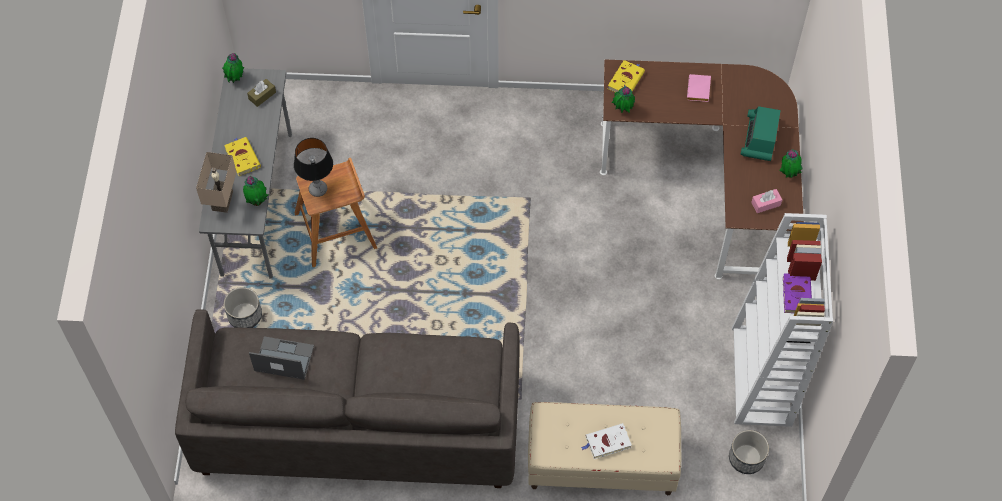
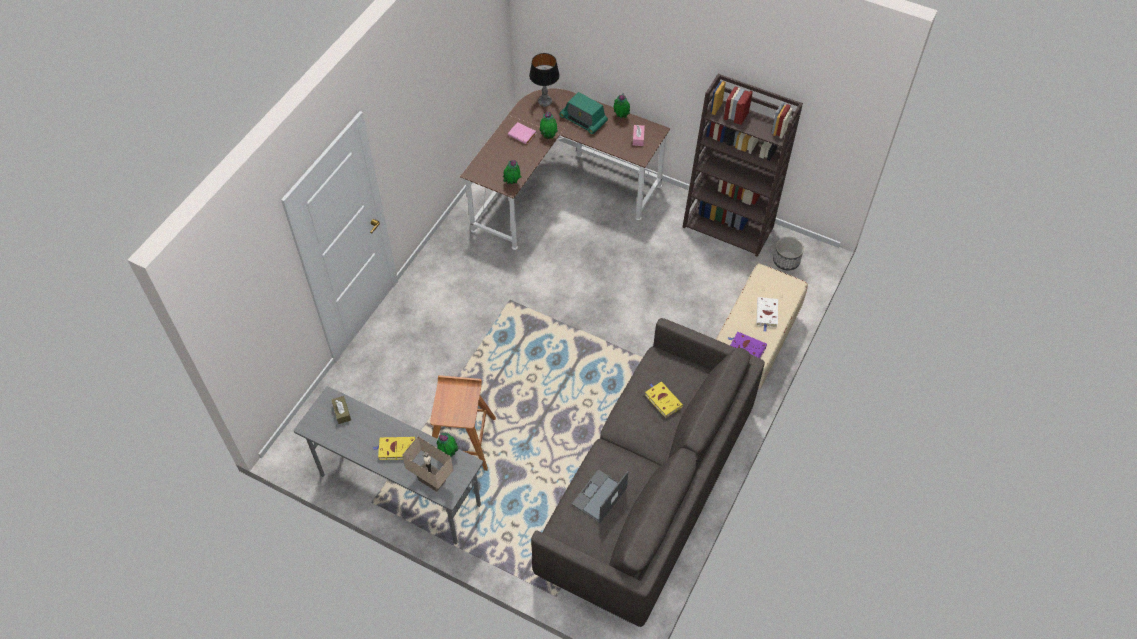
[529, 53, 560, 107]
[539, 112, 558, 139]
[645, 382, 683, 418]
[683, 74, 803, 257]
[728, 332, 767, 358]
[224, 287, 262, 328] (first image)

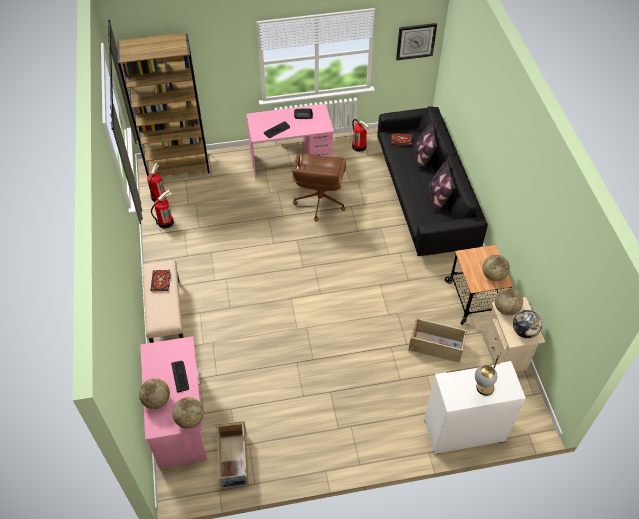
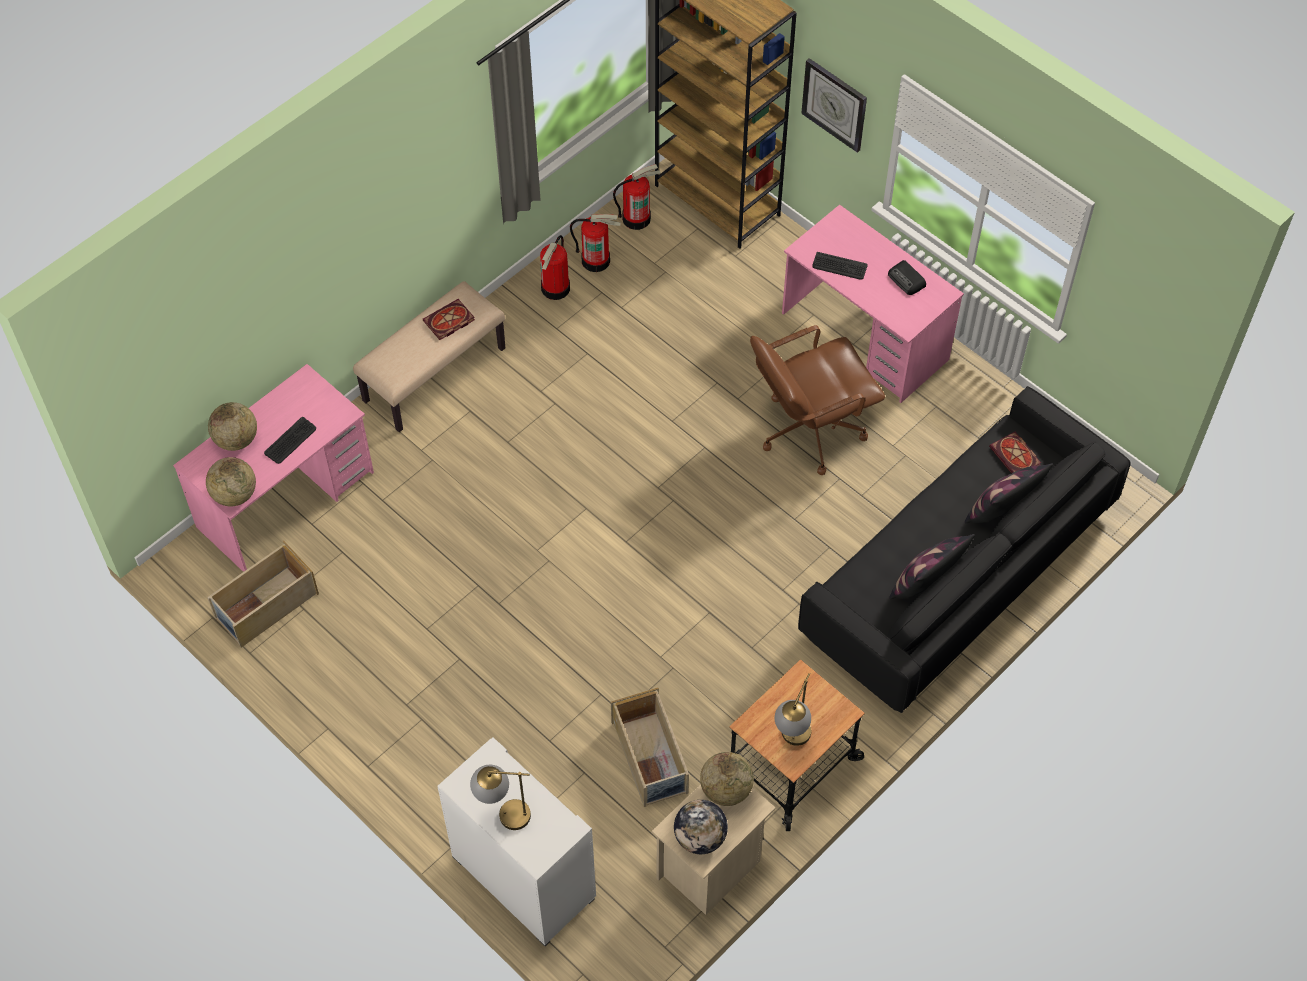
[540, 235, 570, 300]
[775, 673, 811, 746]
[801, 58, 867, 153]

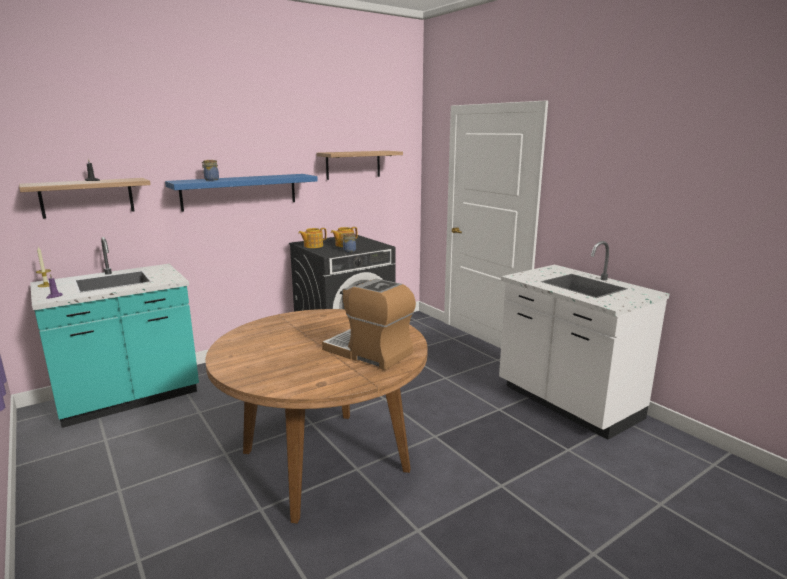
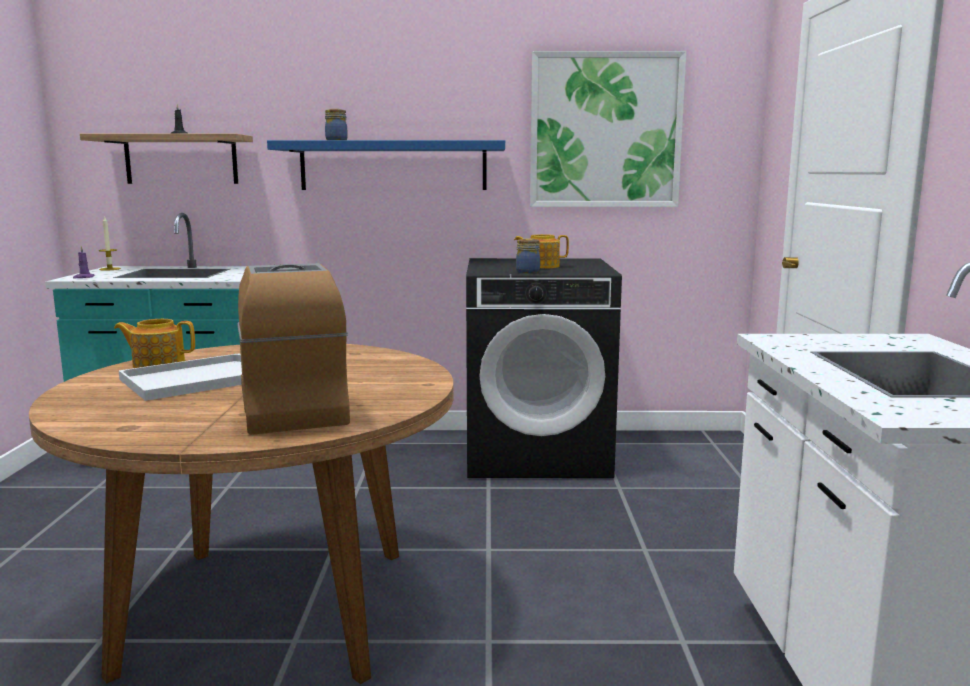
[114, 319, 195, 368]
[119, 353, 242, 401]
[530, 51, 686, 207]

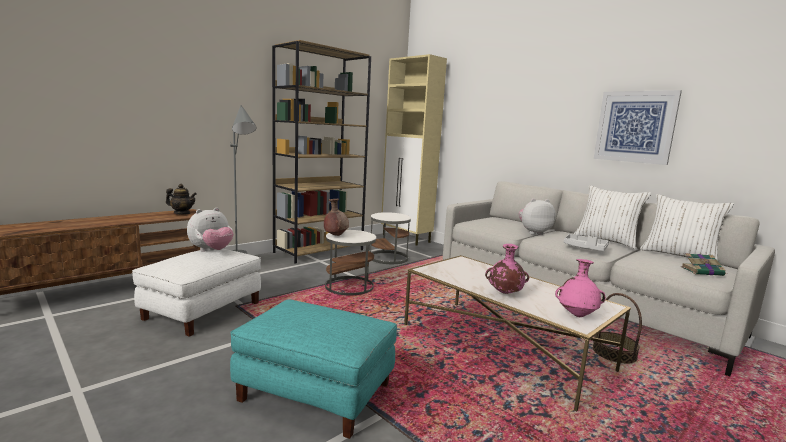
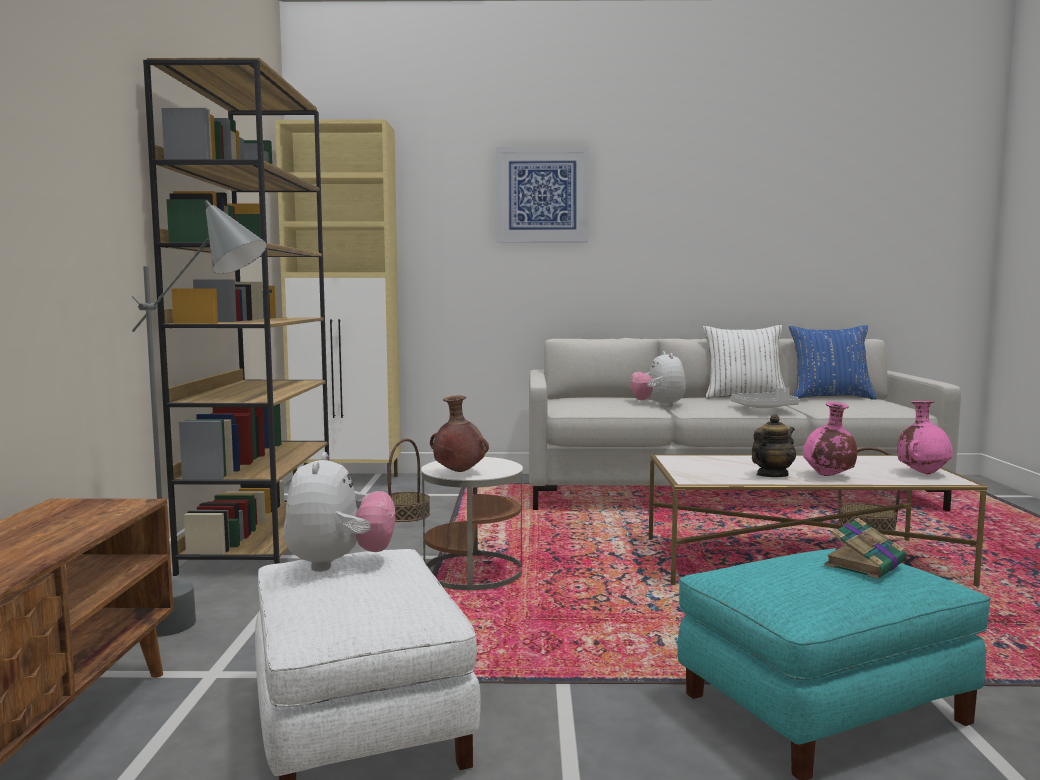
[388, 438, 430, 522]
[496, 147, 589, 242]
[630, 351, 686, 407]
[752, 414, 796, 477]
[789, 325, 877, 400]
[824, 518, 906, 579]

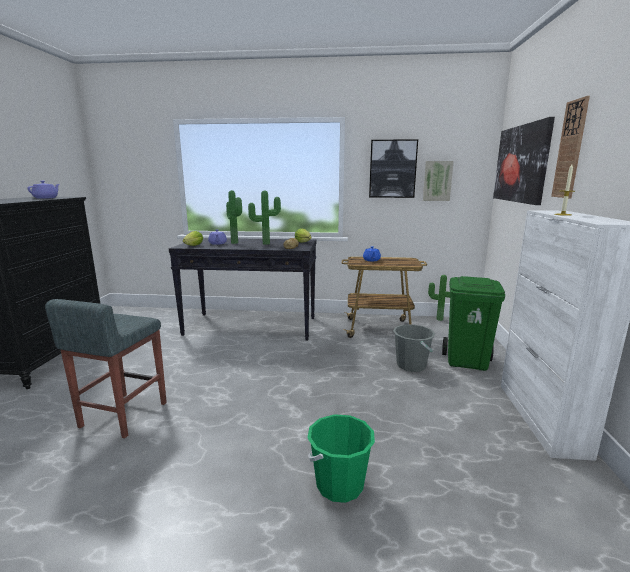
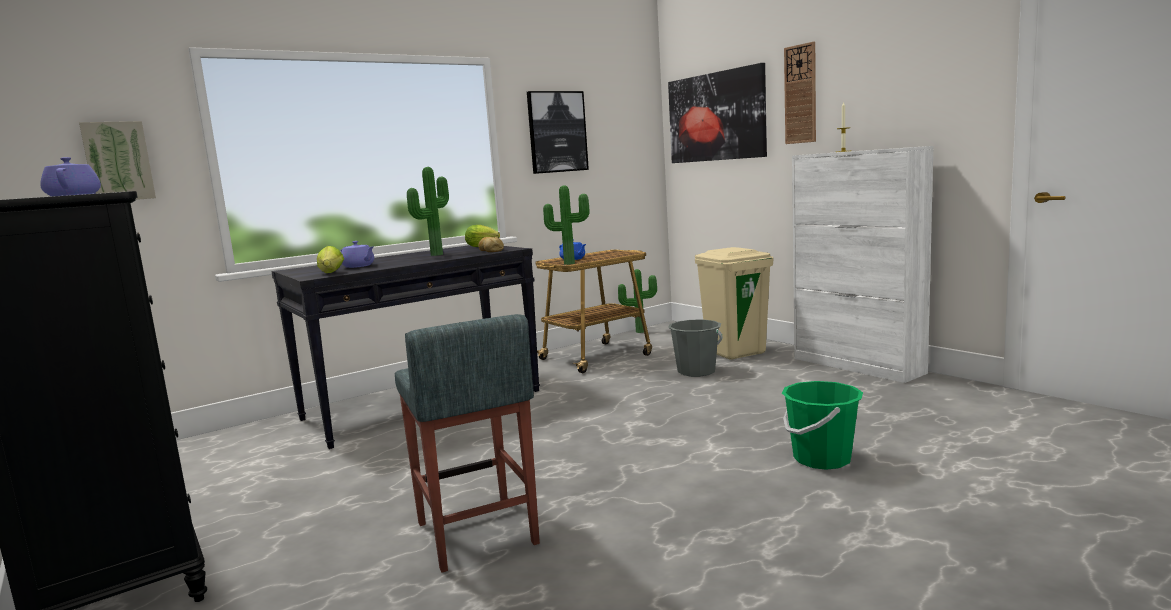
[79, 121, 156, 200]
[543, 185, 590, 265]
[695, 247, 774, 360]

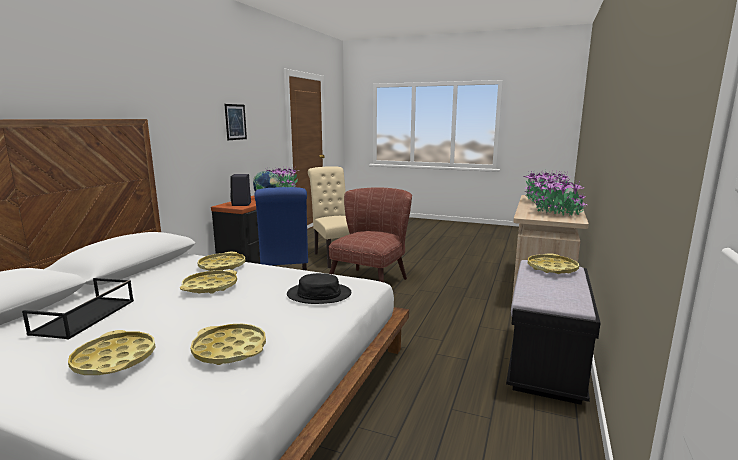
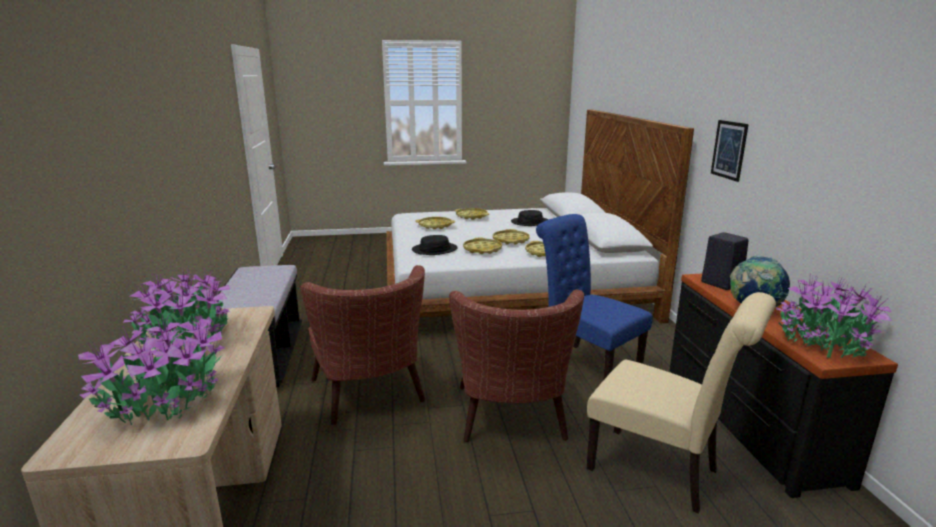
[301, 265, 425, 425]
[463, 238, 502, 254]
[511, 210, 548, 226]
[711, 120, 749, 182]

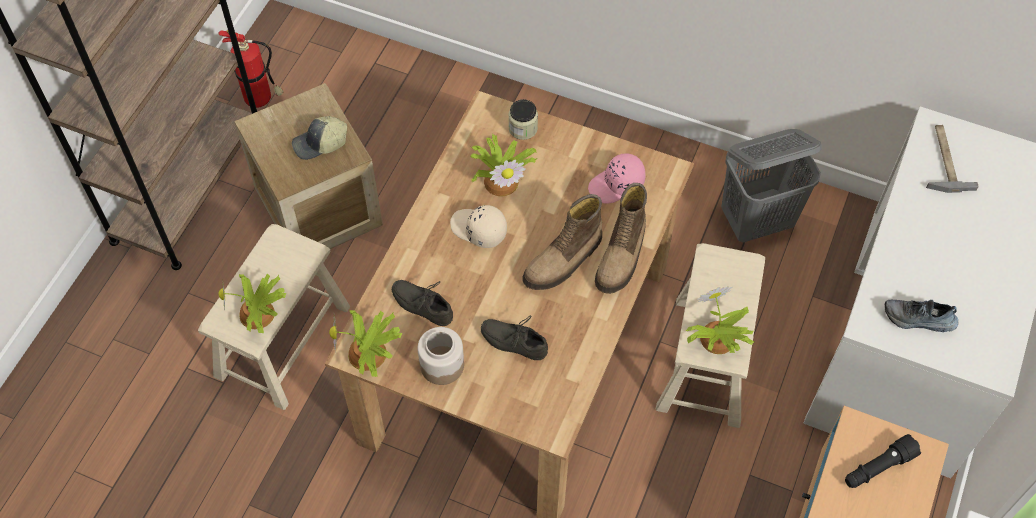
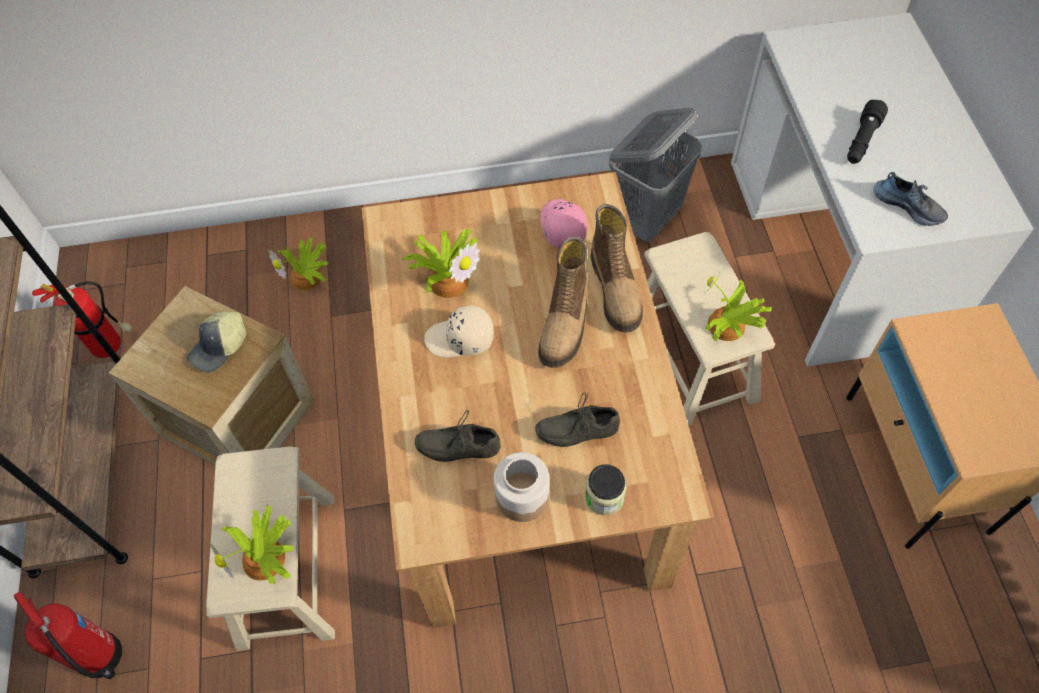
[14, 591, 122, 679]
[268, 237, 329, 291]
[540, 199, 587, 248]
[585, 464, 627, 515]
[847, 99, 888, 164]
[874, 172, 948, 226]
[926, 125, 978, 193] (first image)

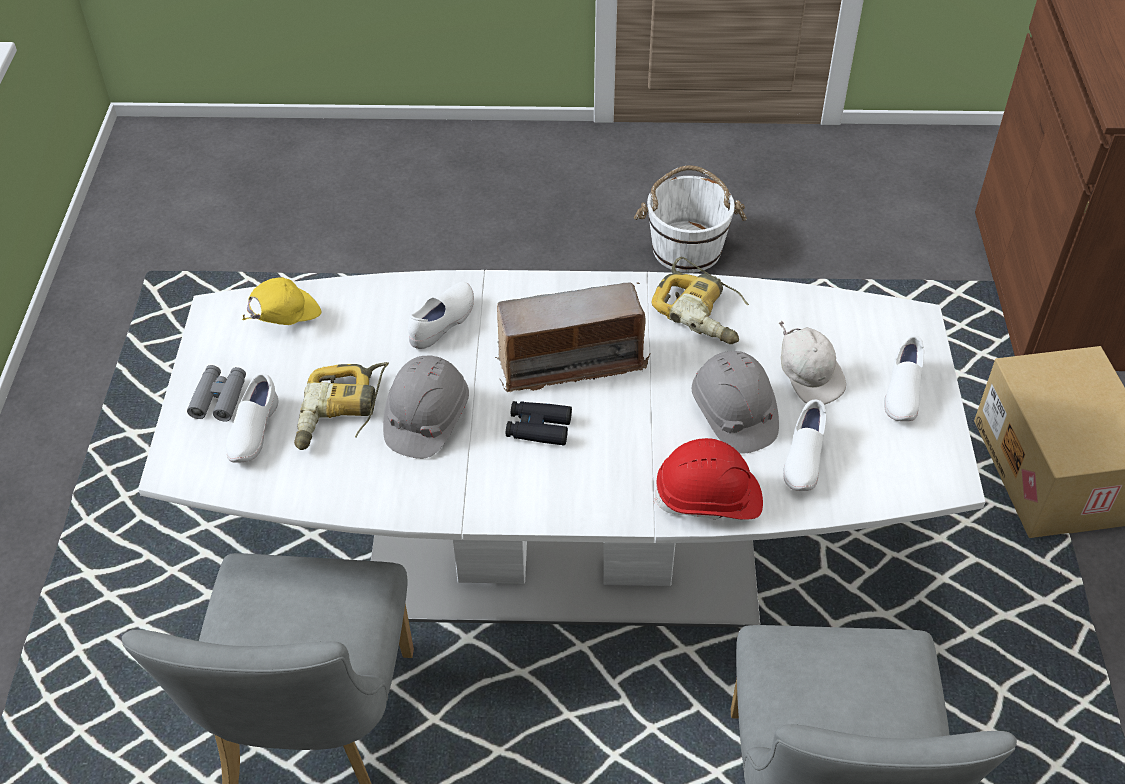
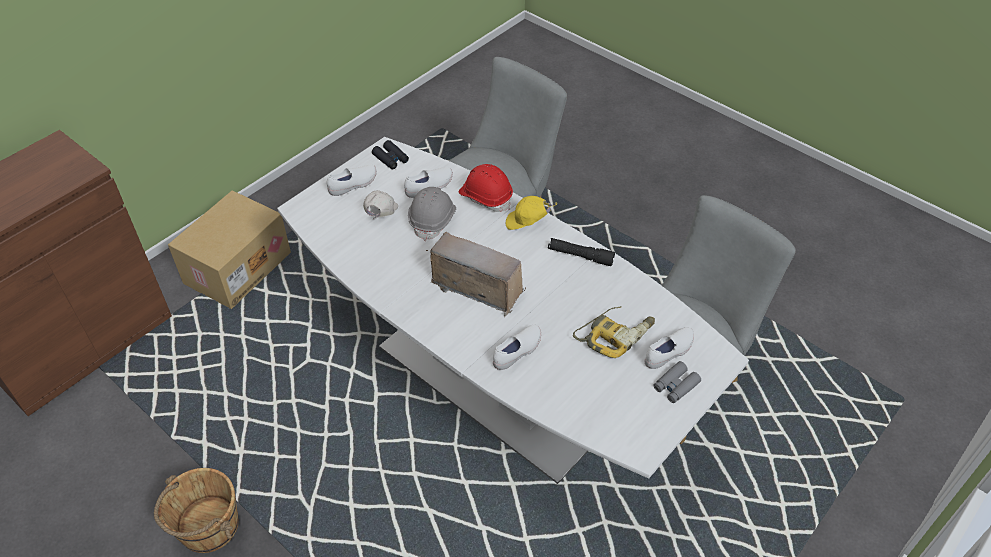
[154, 468, 239, 553]
[372, 140, 409, 169]
[493, 325, 541, 370]
[506, 196, 557, 230]
[548, 238, 615, 266]
[383, 356, 469, 459] (first image)
[652, 257, 749, 344] (first image)

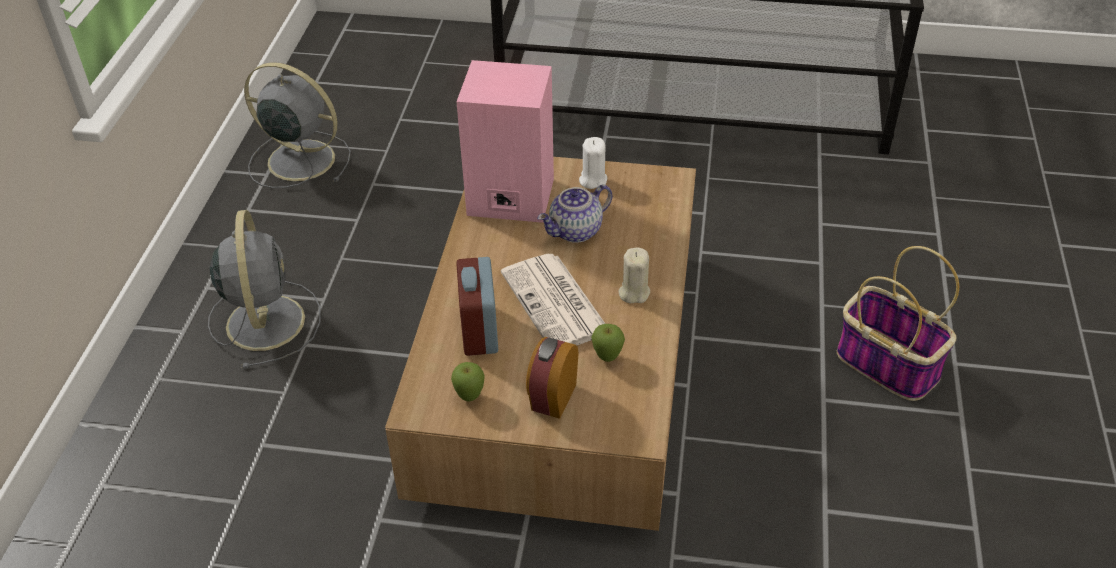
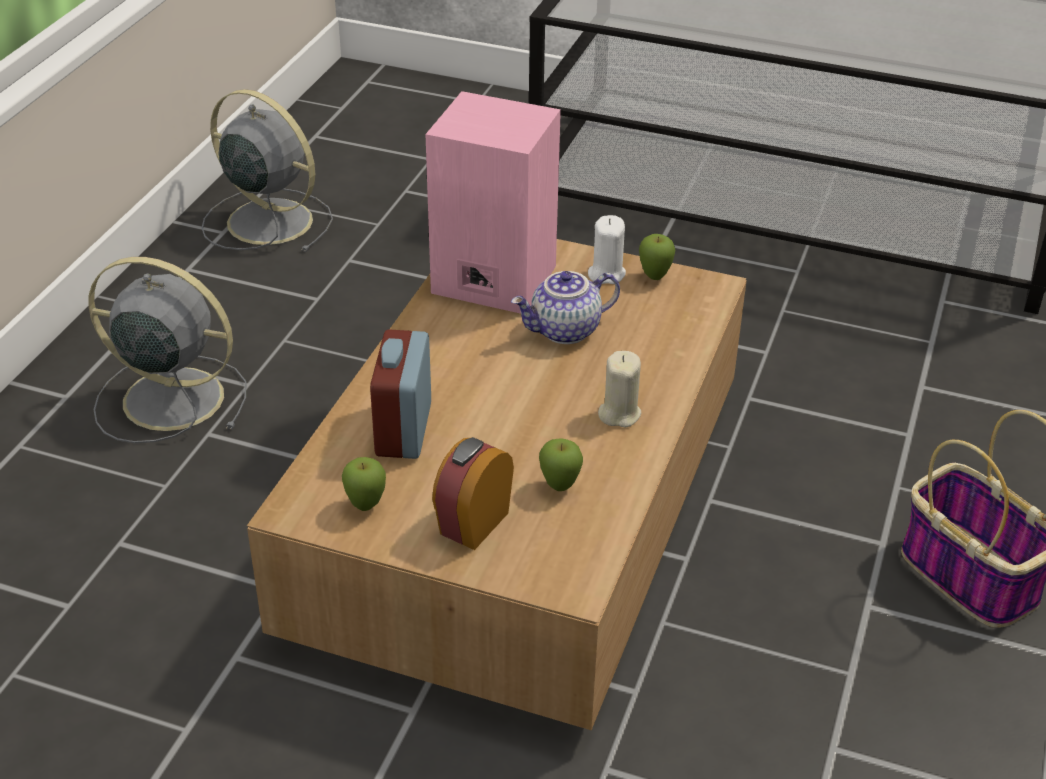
[88, 257, 247, 443]
[639, 234, 675, 280]
[501, 254, 605, 346] (first image)

